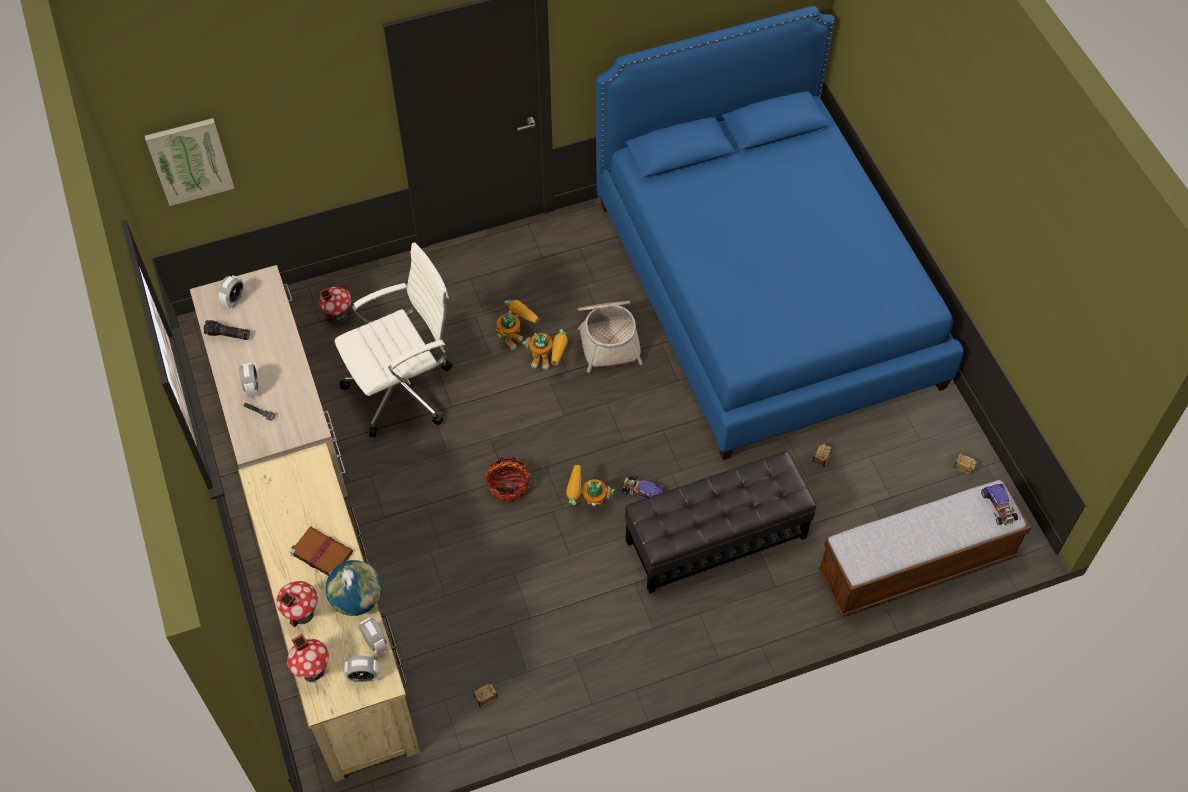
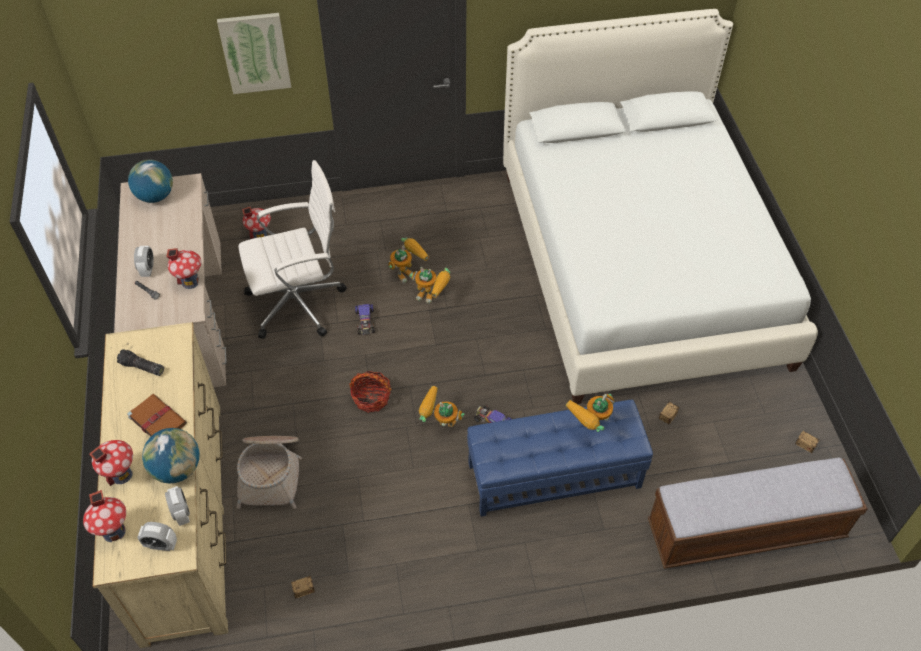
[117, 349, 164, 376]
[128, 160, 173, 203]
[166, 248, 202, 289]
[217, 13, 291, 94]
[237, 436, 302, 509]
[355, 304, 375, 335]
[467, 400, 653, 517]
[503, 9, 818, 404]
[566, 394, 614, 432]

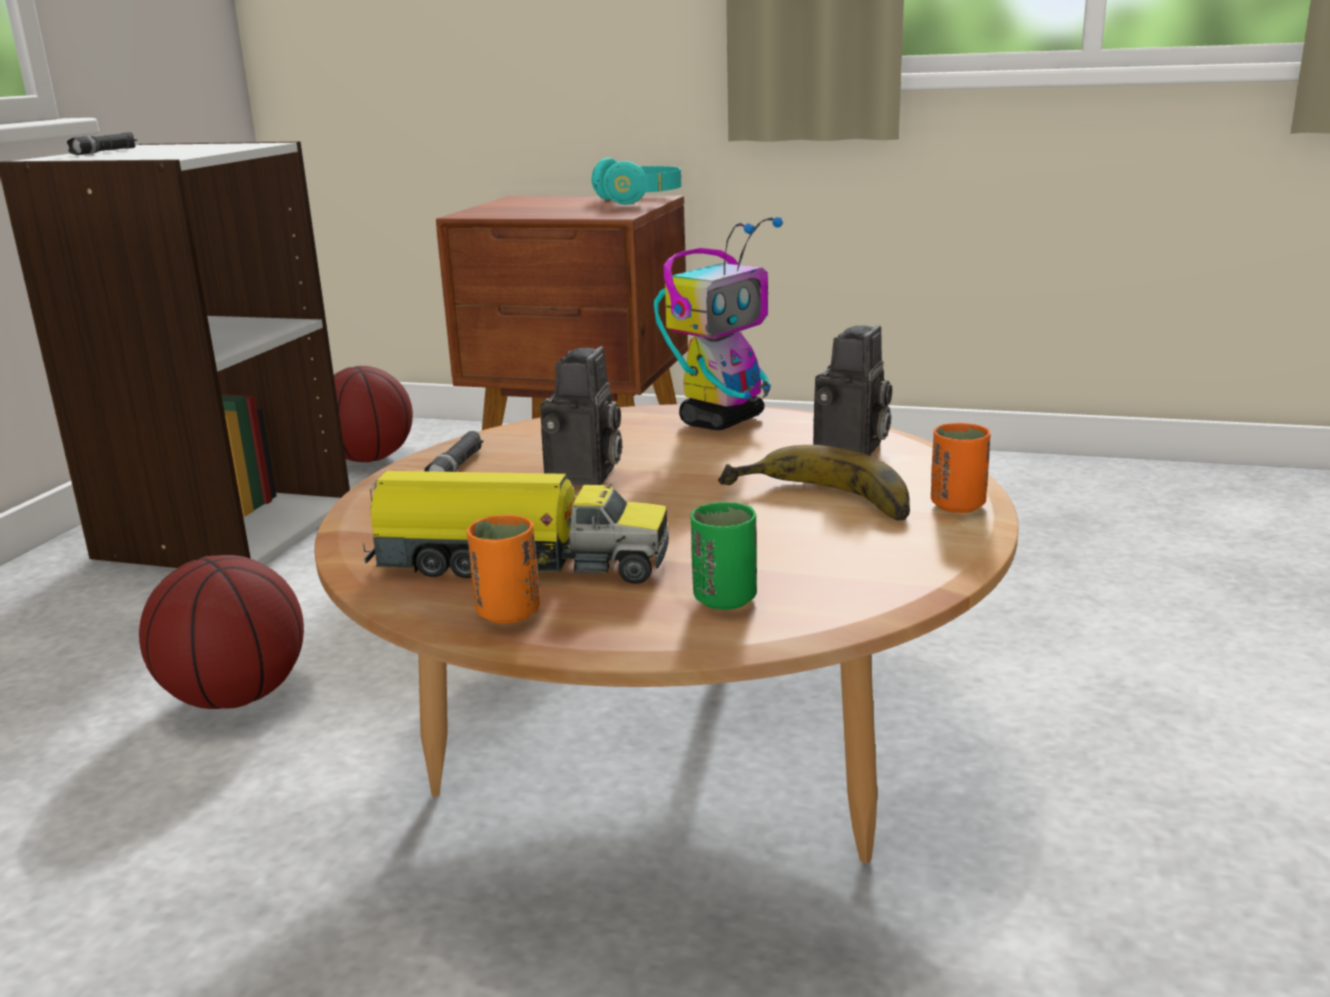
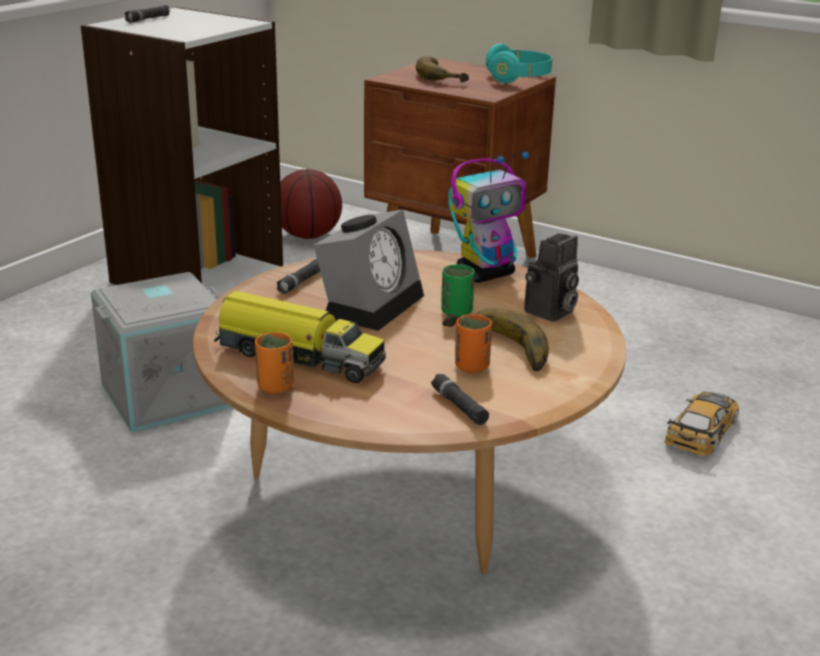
[91, 272, 232, 432]
[313, 210, 424, 331]
[416, 56, 469, 82]
[431, 374, 489, 425]
[441, 264, 474, 317]
[455, 314, 492, 373]
[664, 392, 739, 456]

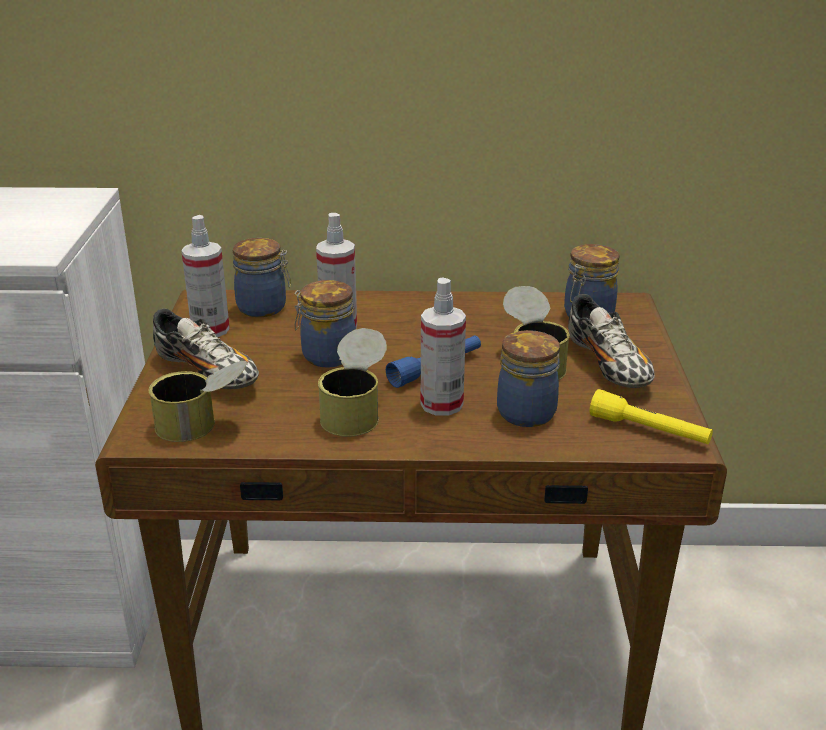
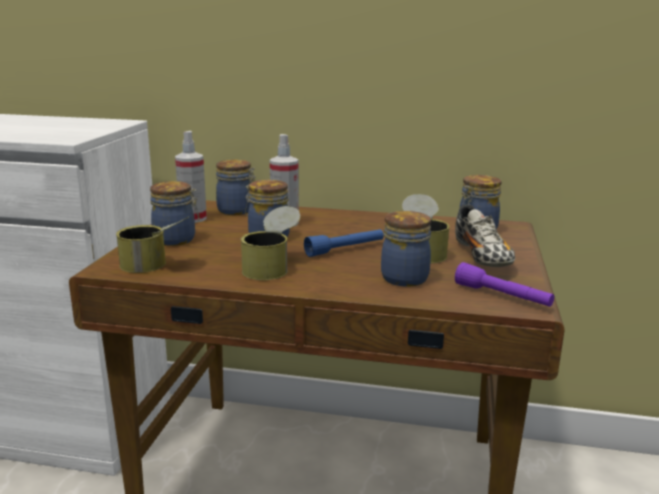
[150, 181, 199, 246]
[455, 262, 554, 307]
[421, 277, 466, 416] (first image)

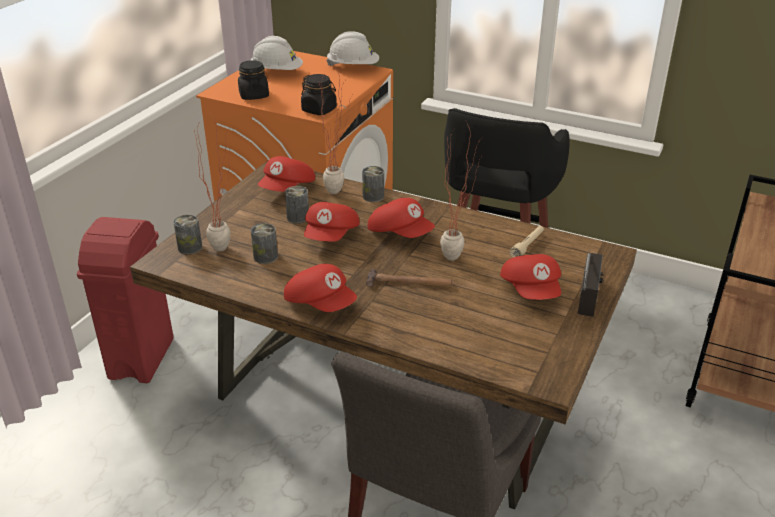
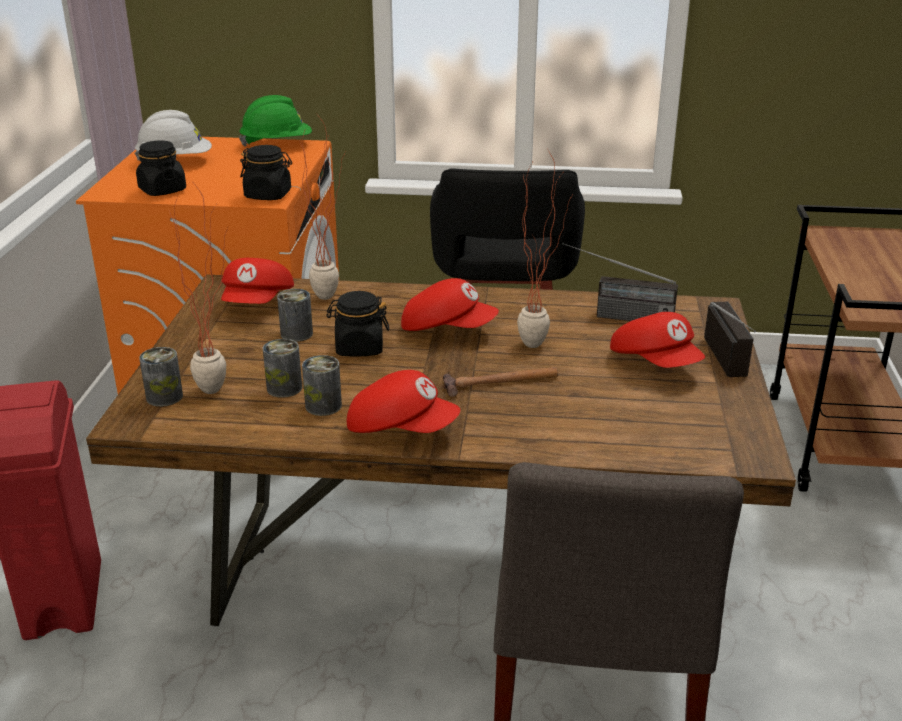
[239, 95, 312, 147]
[302, 355, 342, 416]
[326, 291, 389, 356]
[562, 243, 678, 321]

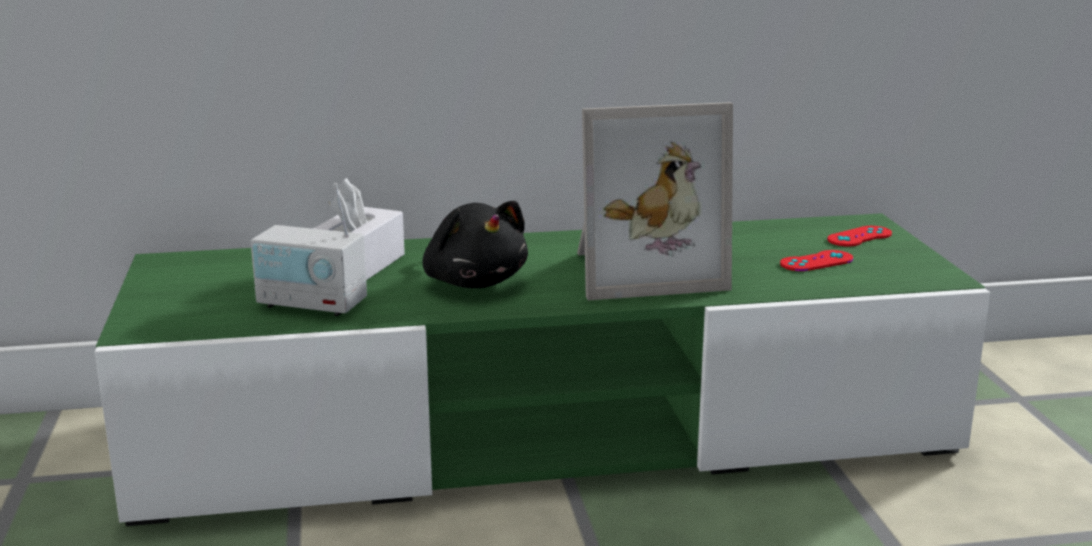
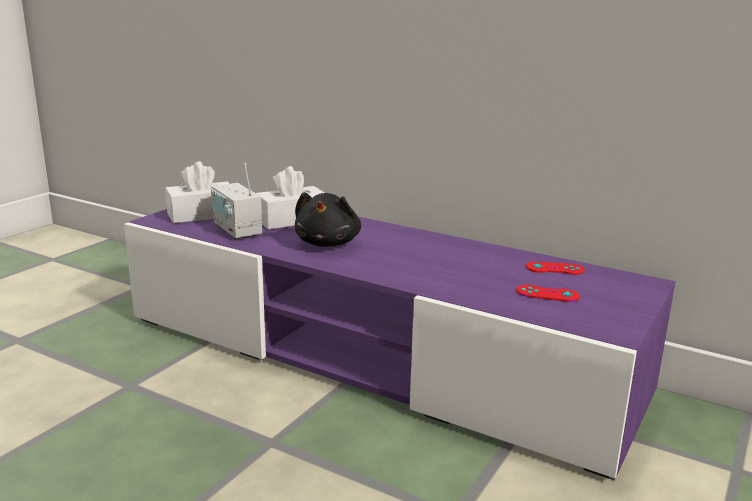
[124, 209, 676, 480]
[165, 161, 229, 223]
[526, 262, 585, 275]
[577, 102, 733, 301] (first image)

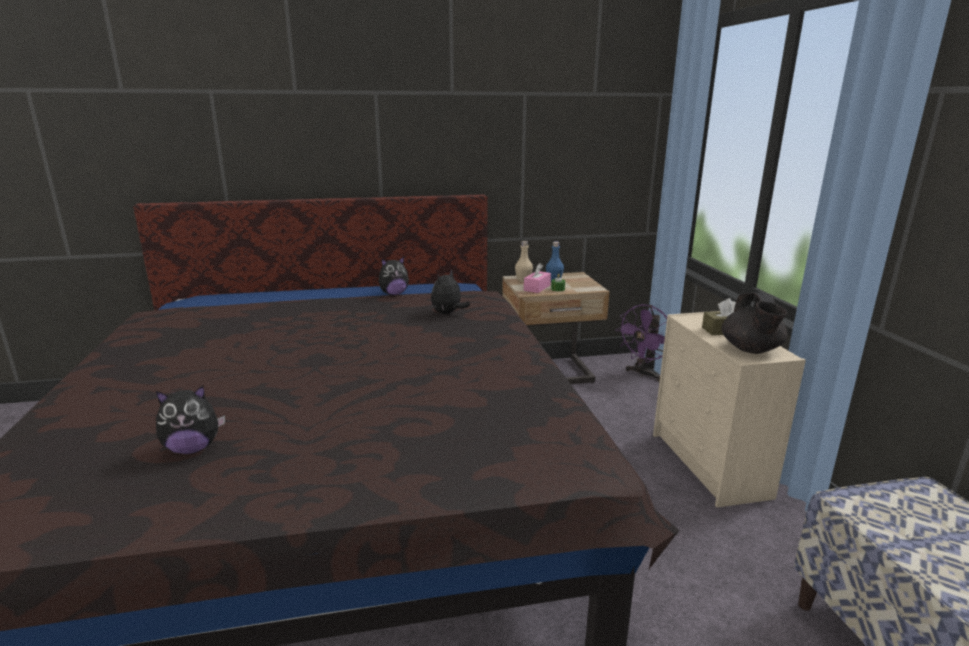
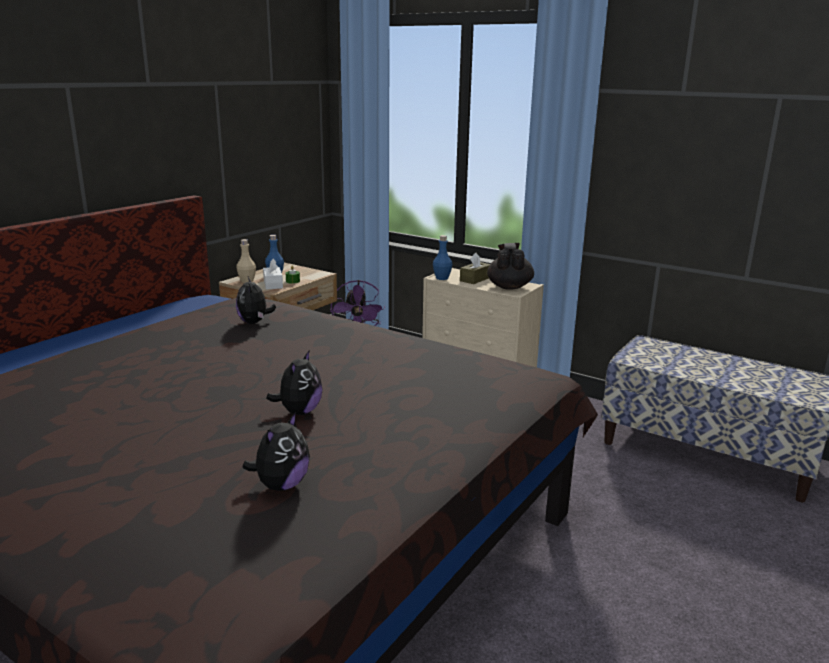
[263, 259, 283, 290]
[266, 350, 322, 415]
[433, 235, 452, 280]
[487, 243, 534, 290]

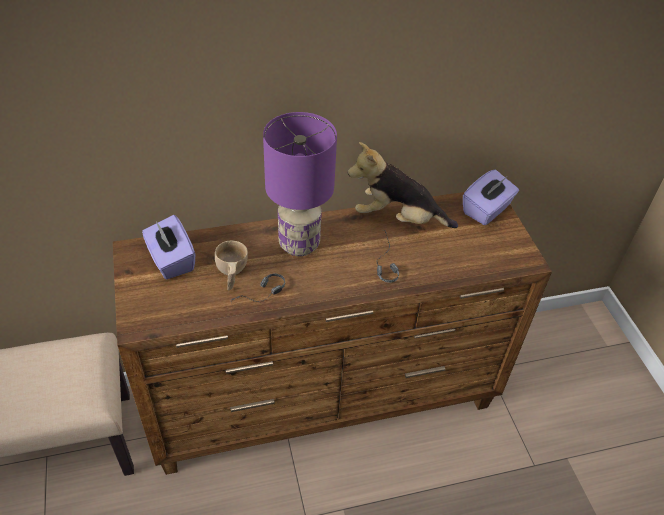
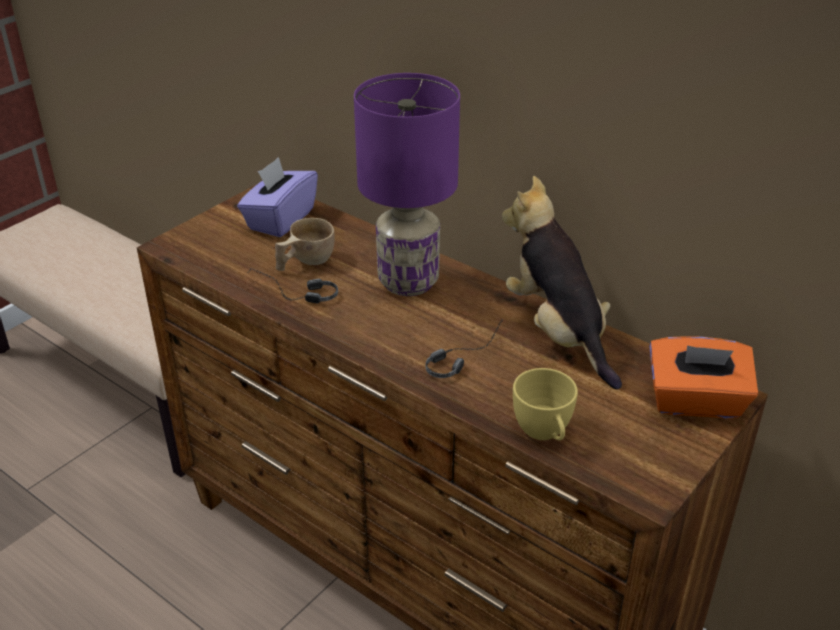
[513, 368, 578, 441]
[649, 336, 758, 418]

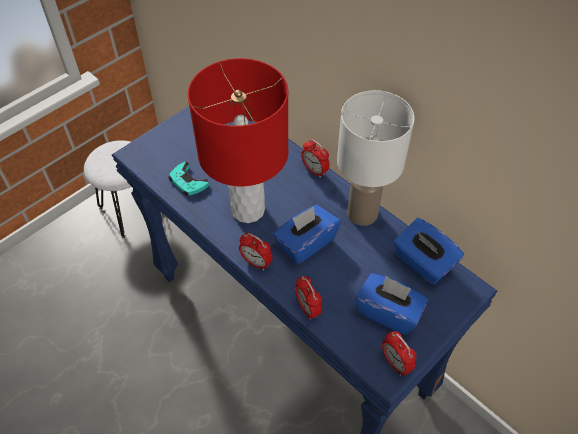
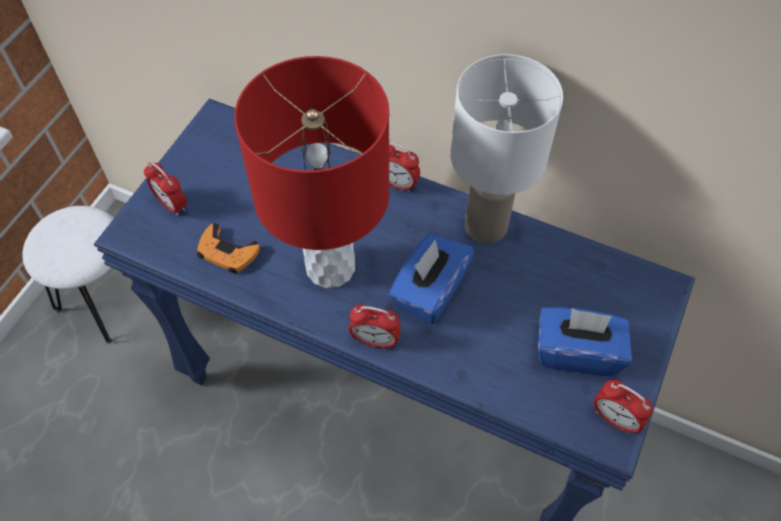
[144, 162, 187, 216]
[197, 223, 260, 273]
[393, 218, 464, 284] (first image)

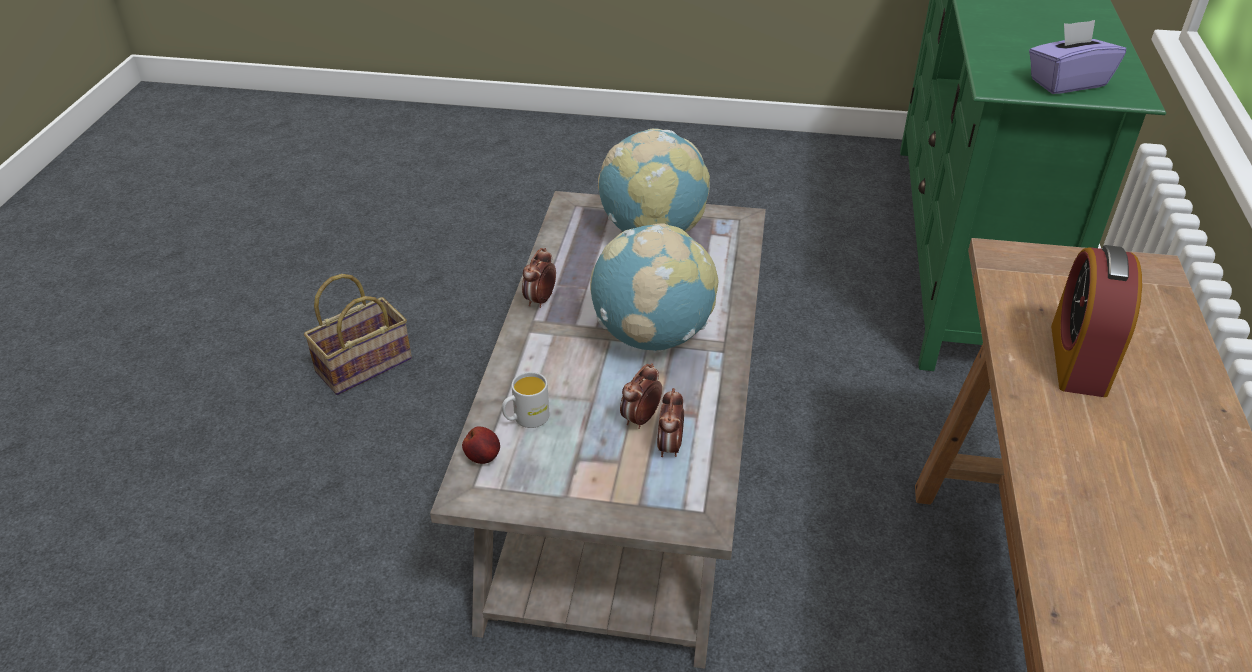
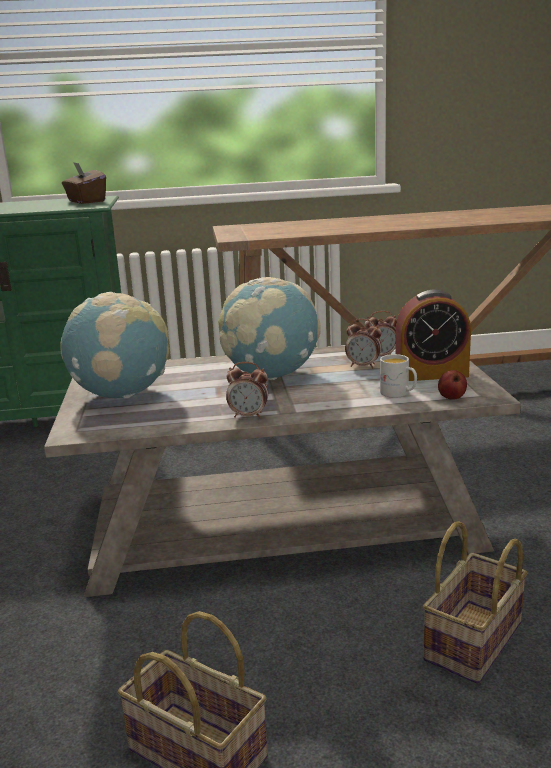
[62, 162, 106, 204]
[395, 290, 471, 381]
[423, 521, 527, 684]

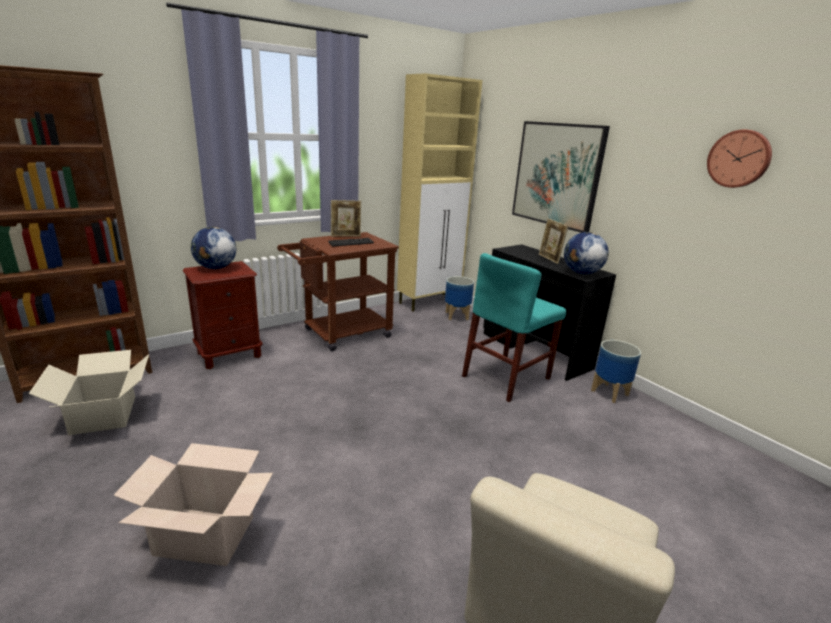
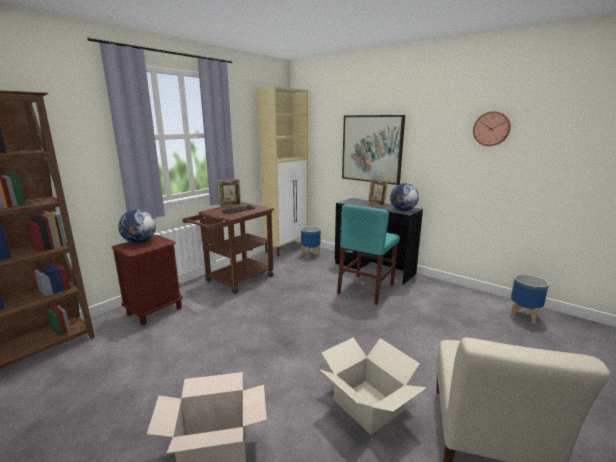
[320, 338, 426, 435]
[510, 274, 549, 324]

